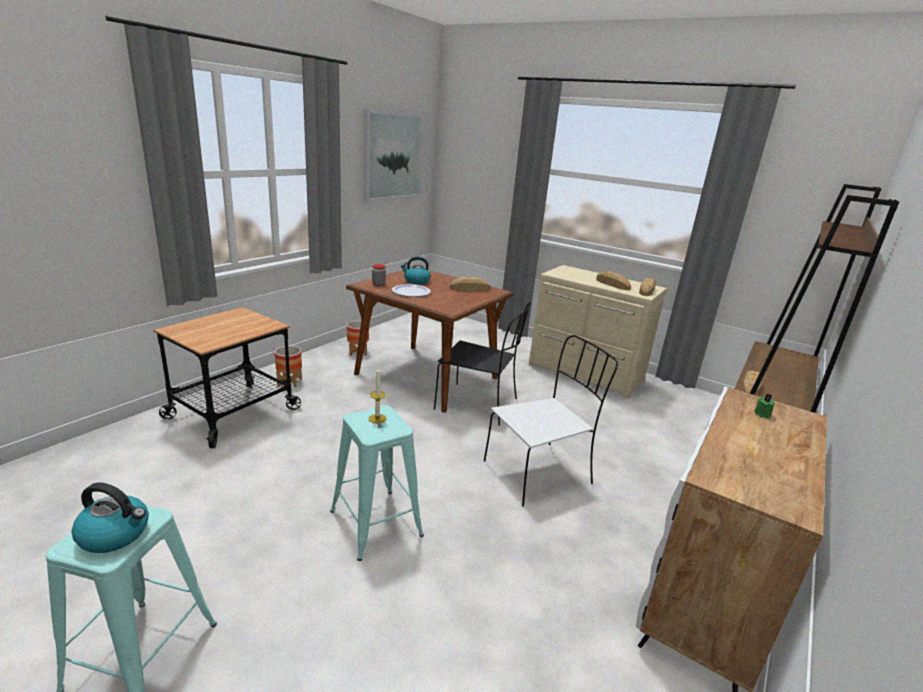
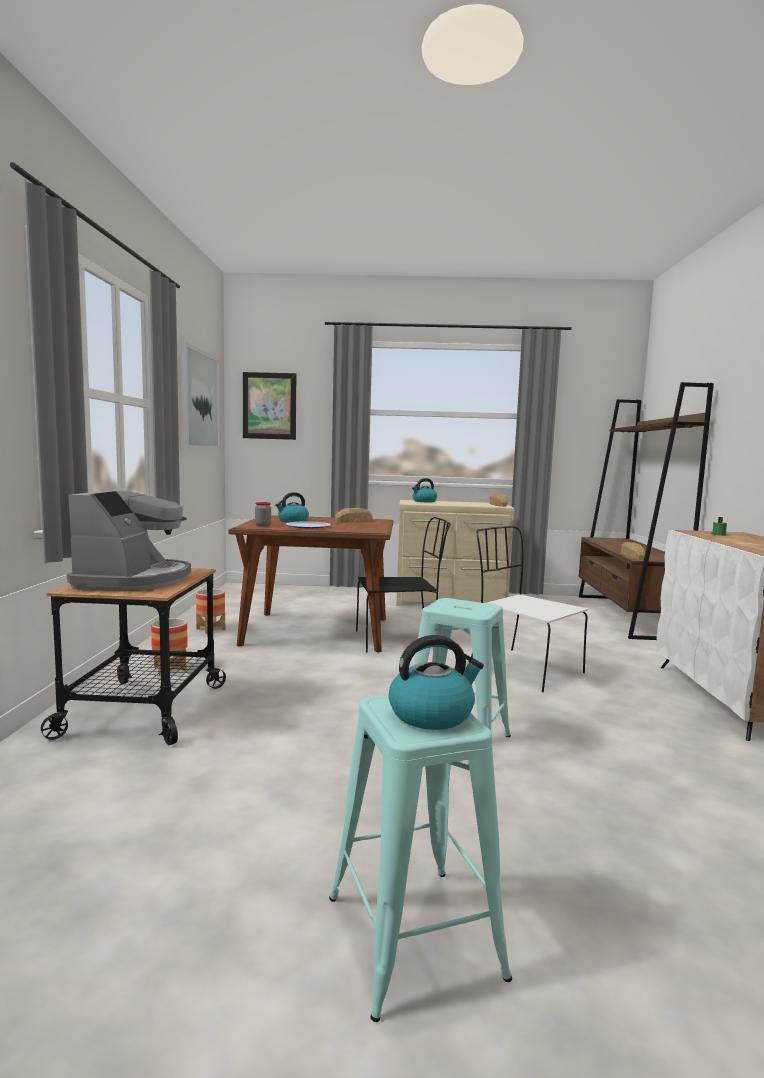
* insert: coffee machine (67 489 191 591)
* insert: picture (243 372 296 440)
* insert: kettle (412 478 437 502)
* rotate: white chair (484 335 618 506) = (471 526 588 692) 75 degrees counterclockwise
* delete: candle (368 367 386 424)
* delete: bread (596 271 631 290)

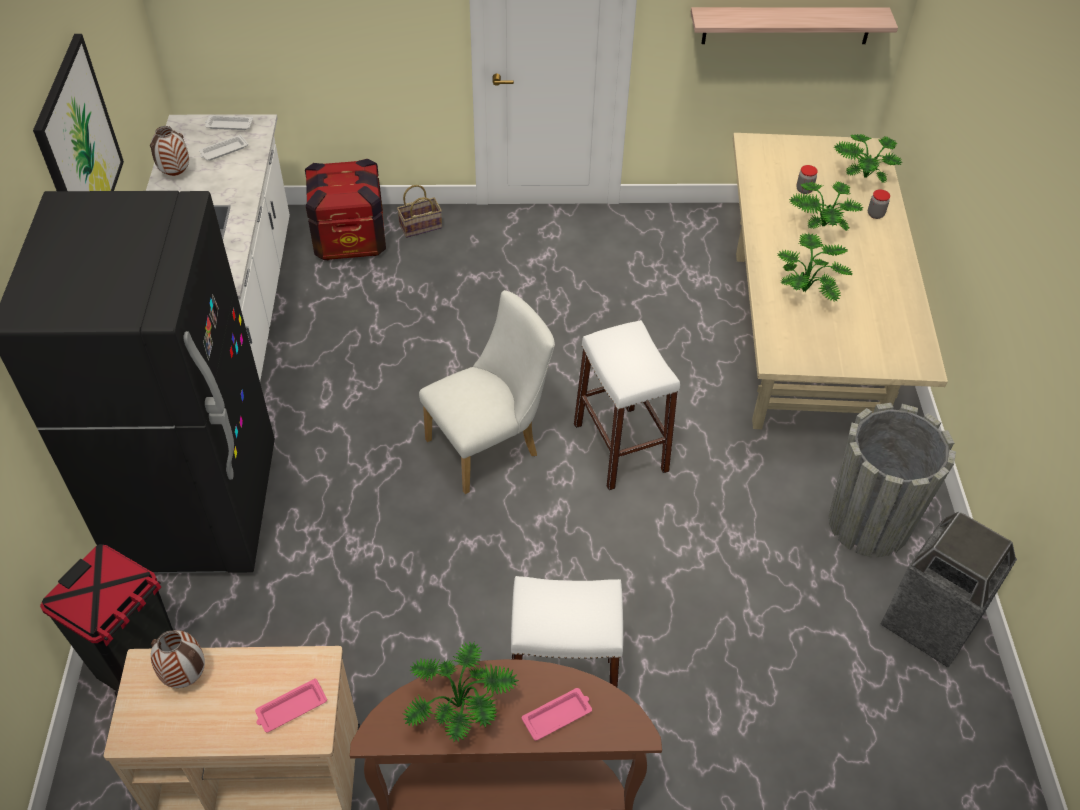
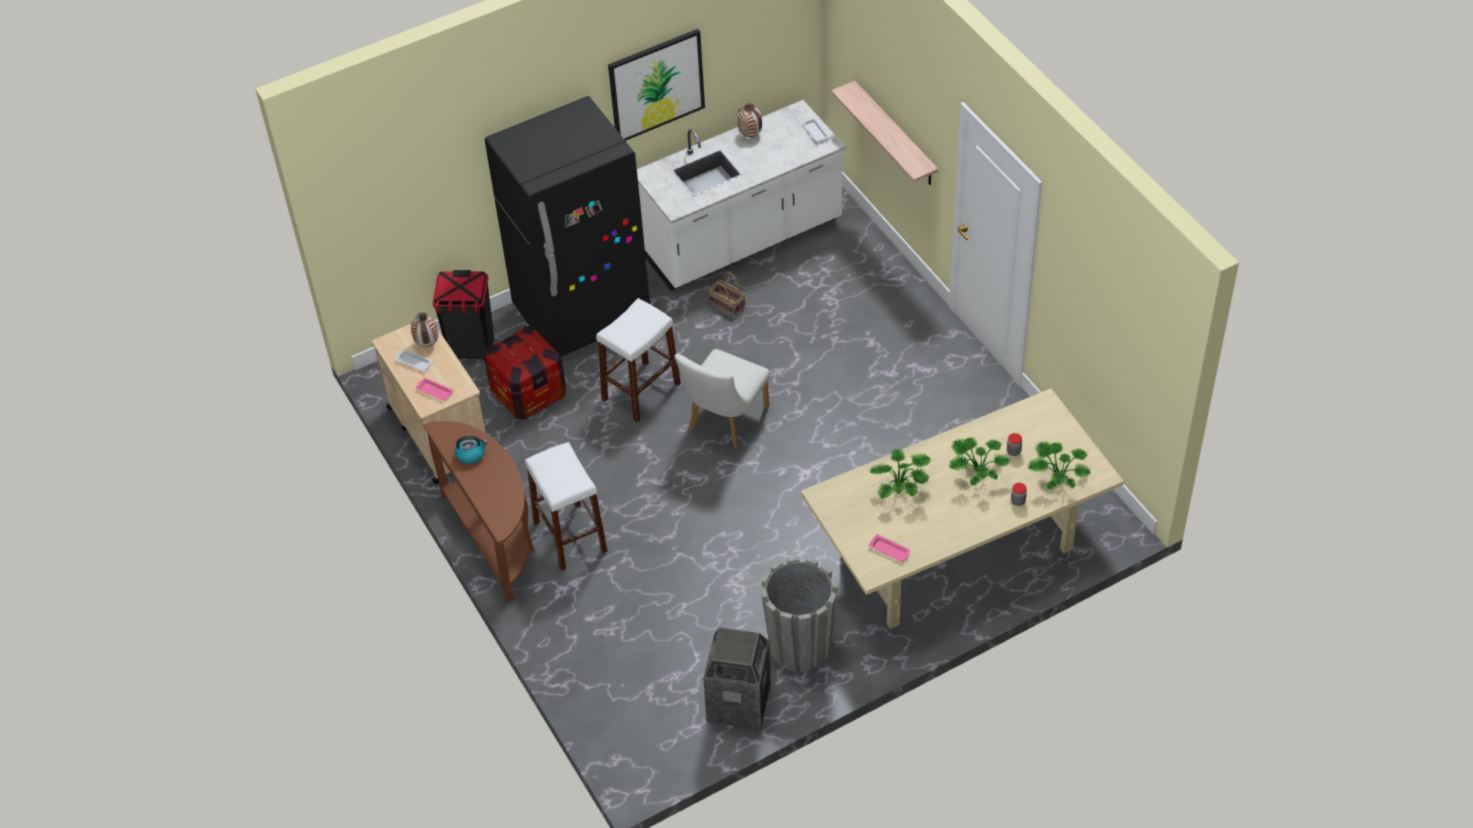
* move: white tray (199 134 248 161) to (395 349 433 371)
* replace: potted plant (404 641 519 742) to kettle (455 435 488 464)
* move: crate (305 159 386 260) to (484 326 566 420)
* move: white stool (574 320 680 490) to (596 298 681 422)
* rotate: white chair (419 290 555 494) = (675 349 770 448) 90 degrees clockwise
* move: basket (397 185 442 238) to (708 272 745 317)
* move: shelf (691 7 898 44) to (831 81 938 185)
* move: pink tray (522 688 592 741) to (869 534 910 562)

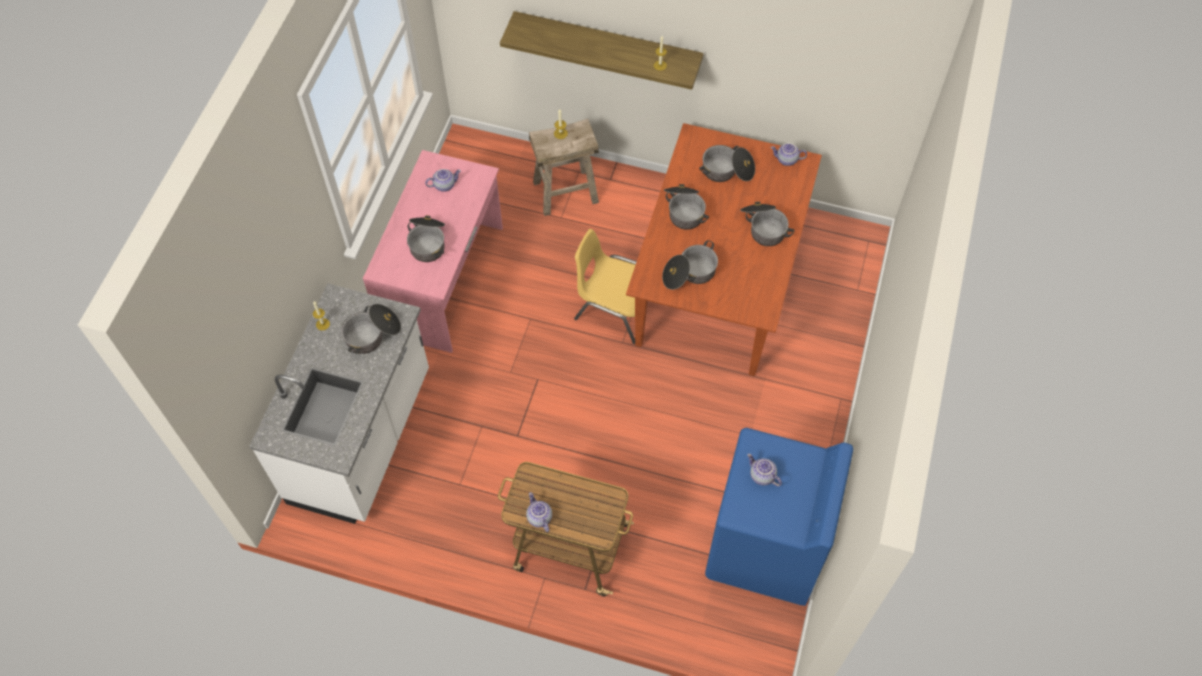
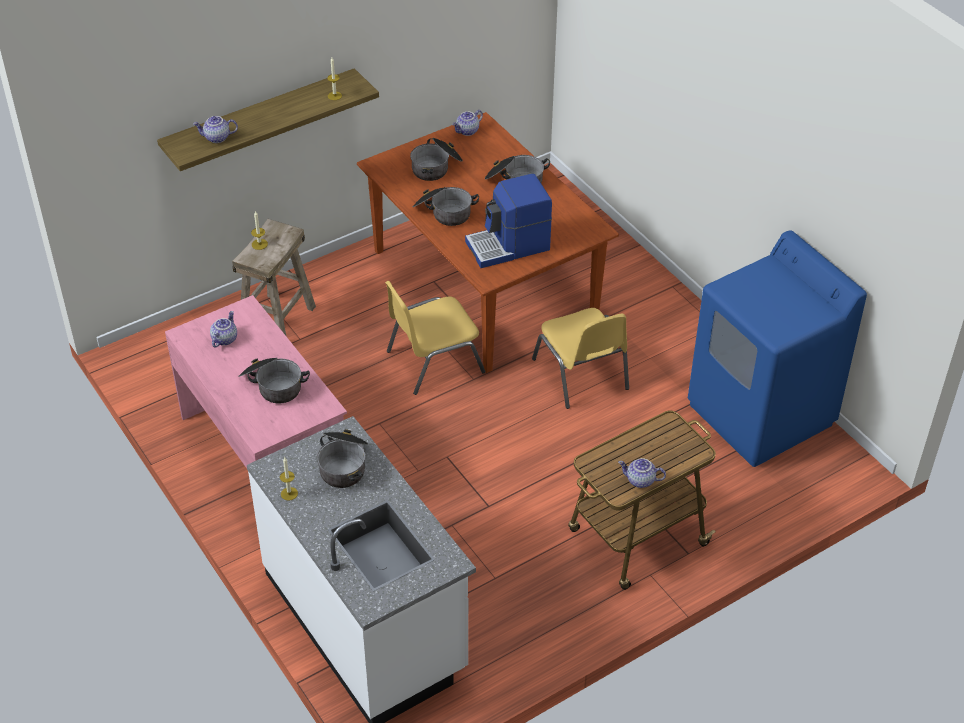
* move: teapot (747 453 782 486) to (193 116 238 143)
* replace: cooking pot (662 240 718 290) to coffee machine (465 174 552 268)
* insert: yellow chair (532 308 629 409)

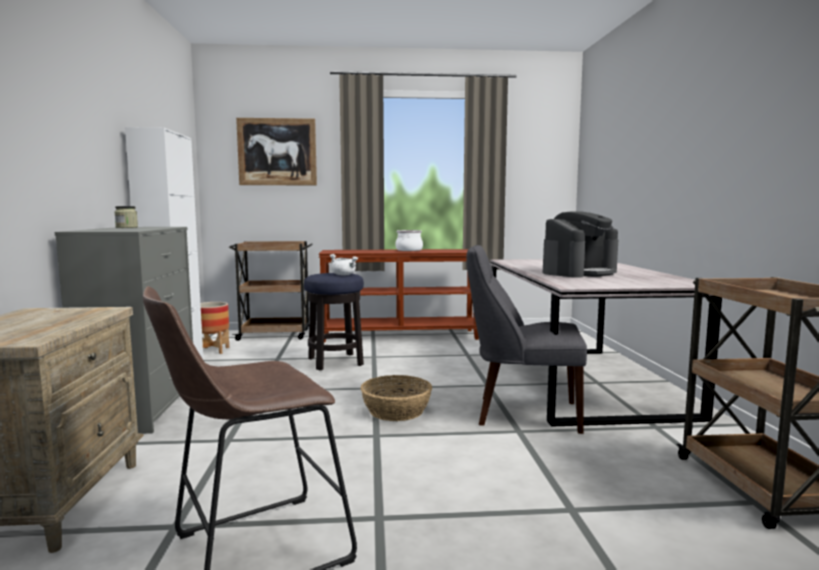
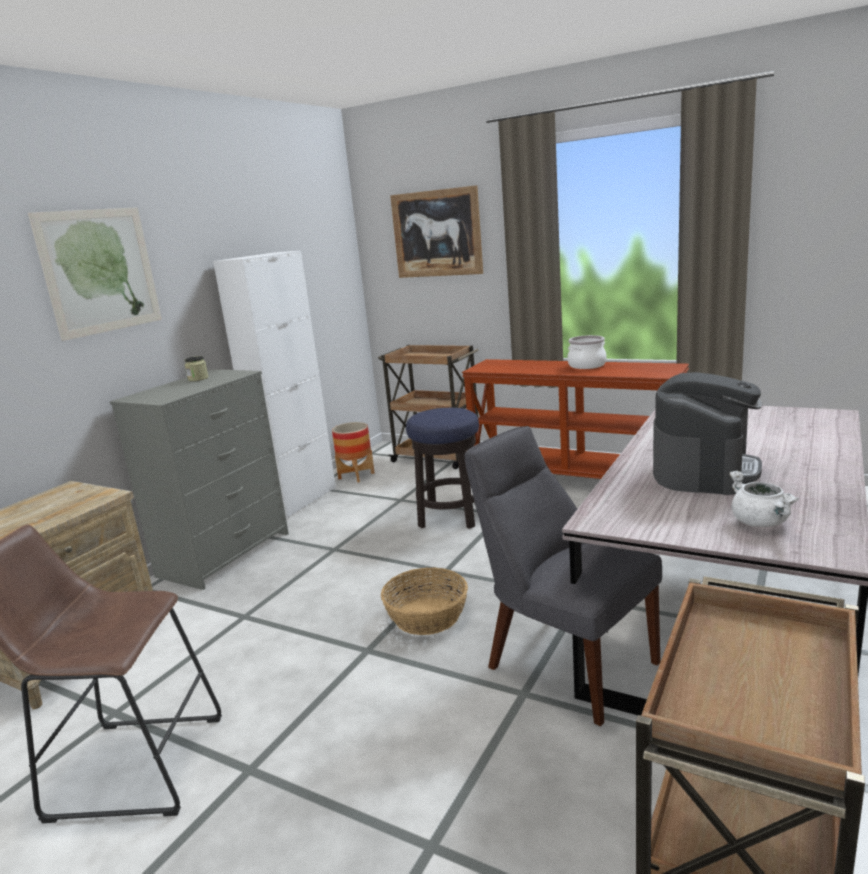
* insert: picture (28 207 162 341)
* rotate: coffee machine (543 212 618 278) = (653 372 762 495) 60 degrees counterclockwise
* move: white cooking pot (329 254 358 275) to (729 471 799 527)

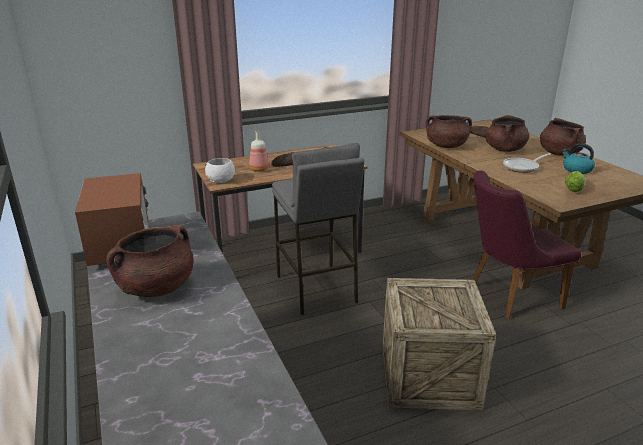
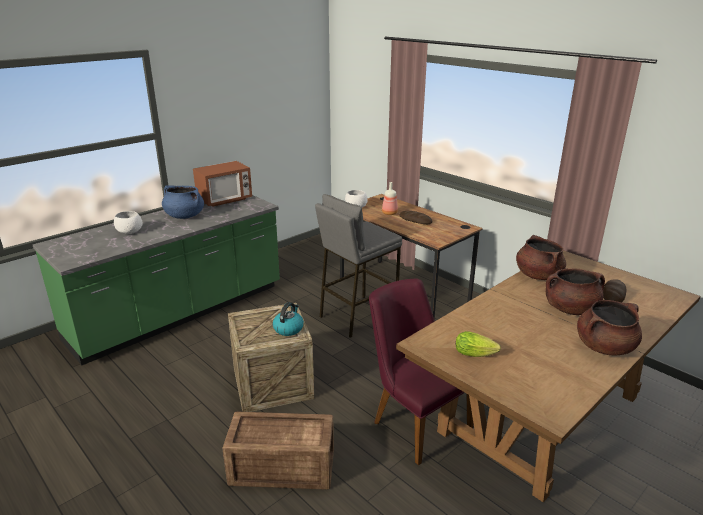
* insert: white bowl (114 211 143 234)
* recolor: brown cooking pot (106 225 194 297) to blue cooking pot (162 185 204 219)
* insert: crate (222 412 334 490)
* move: kettle (562 143 595 174) to (273 302 304 336)
* delete: frying pan (503 153 551 173)

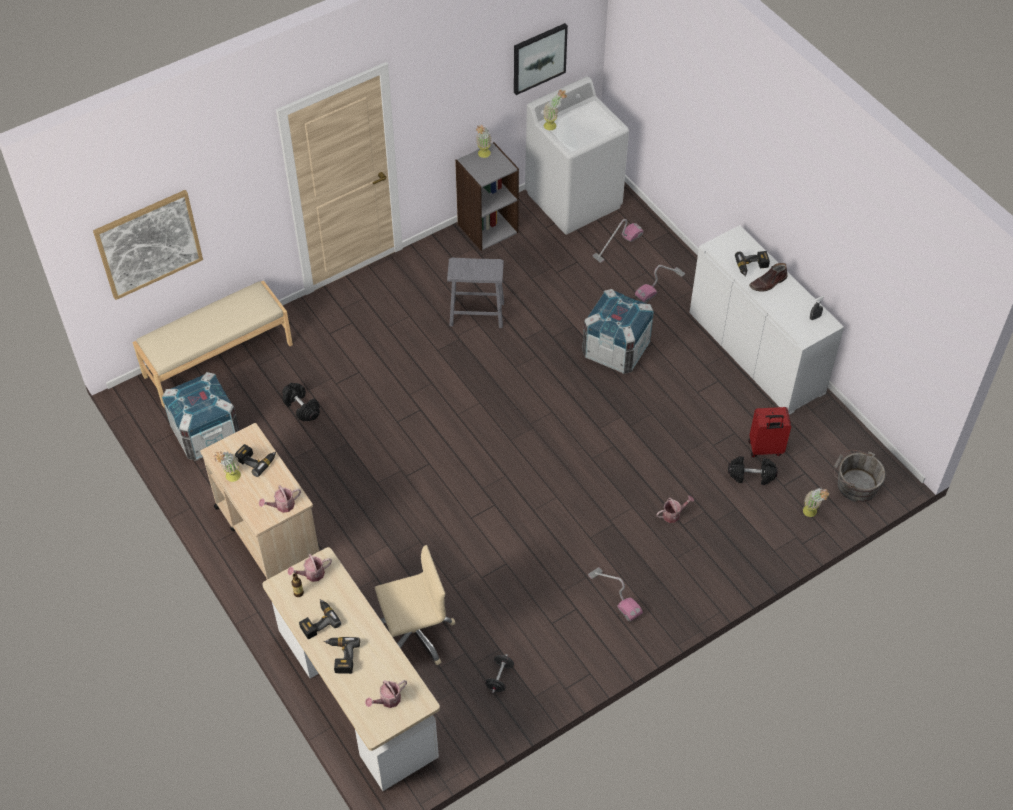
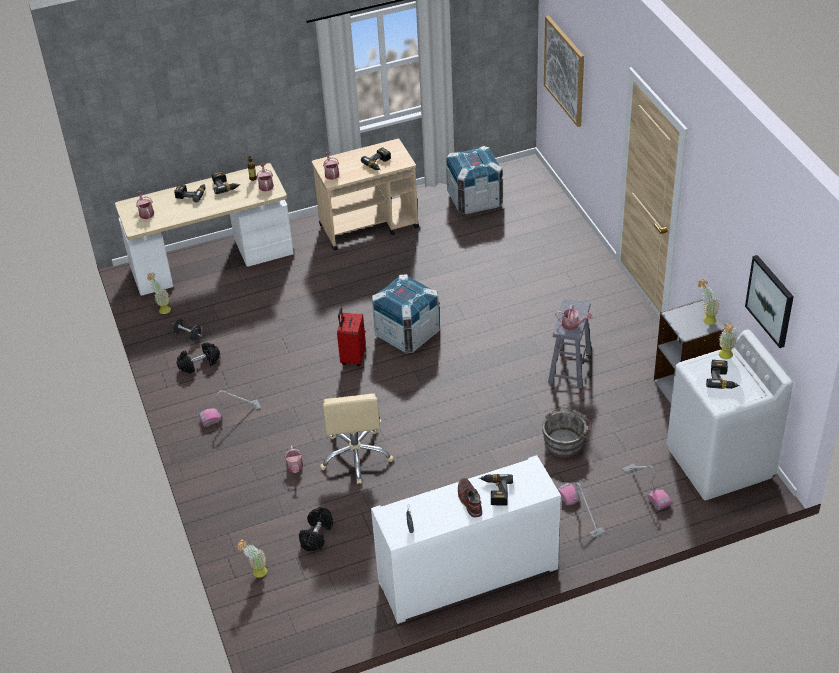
* move: potted plant (213 451 241 482) to (147 273 171 314)
* move: black dumbbell (282 383 320 421) to (177 342 220 374)
* move: beige office chair (375 545 455 665) to (320 393 394 484)
* move: red suitcase (748 407 791 457) to (337 308 366 366)
* move: crate (582 289 654 374) to (372 274 440 353)
* move: grey bucket (834 450 886 502) to (542 408 591 457)
* insert: watering can (555 305 592 330)
* insert: power drill (706 360 740 389)
* delete: beige bench (132 280 293 408)

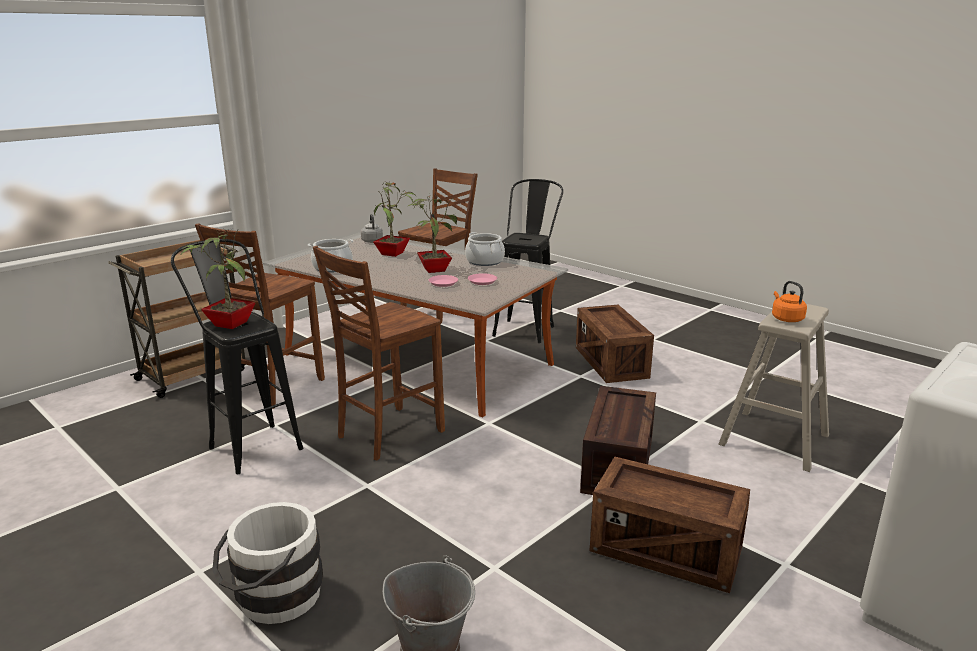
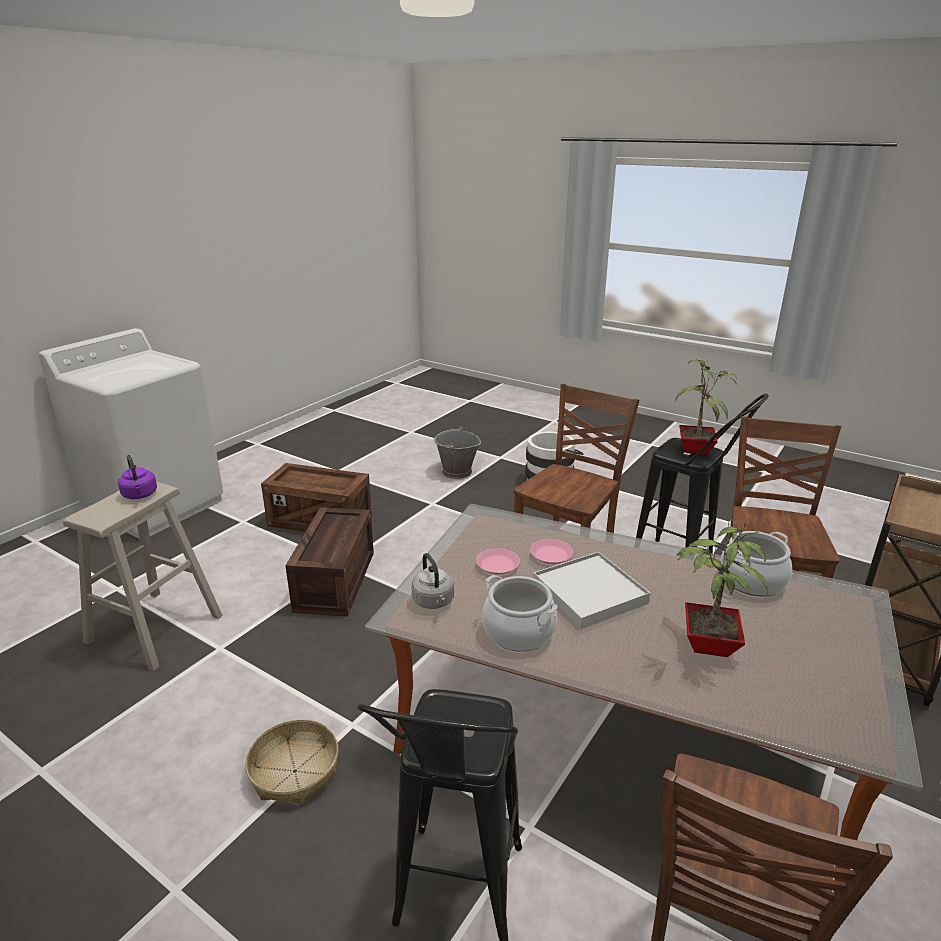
* recolor: orange kettle (772 281 807 322) to purple kettle (118 455 157 499)
* replace: crate (576 305 654 383) to basket (245 719 339 804)
* move: grey kettle (361 214 383 243) to (411 553 454 609)
* replace: potted plant (406 193 457 273) to white tray (533 552 650 629)

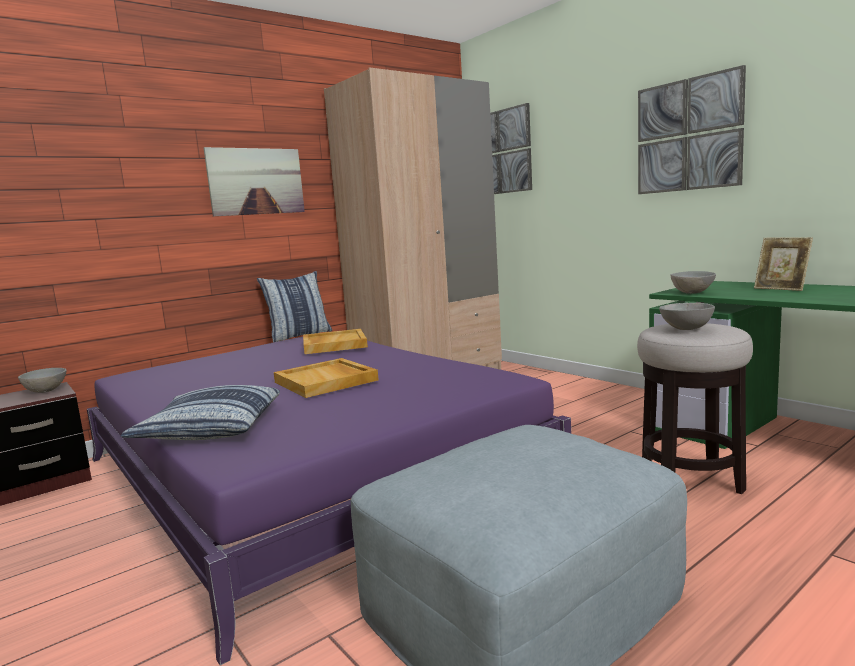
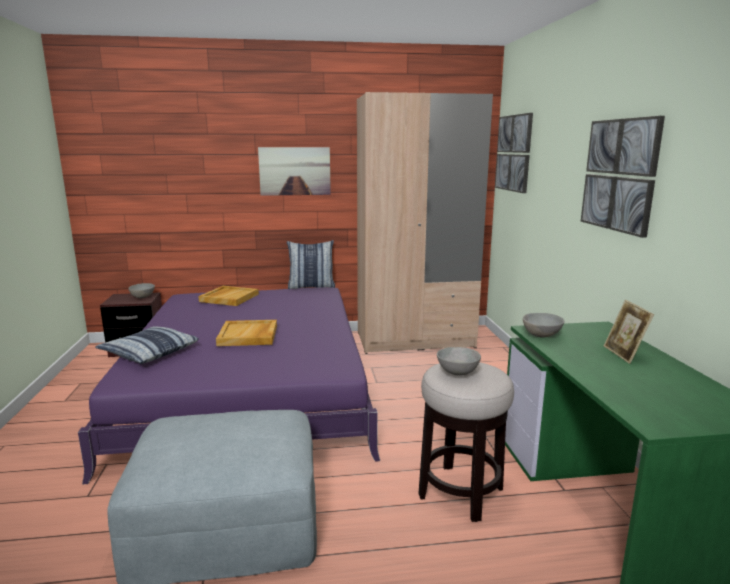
* move: beige tray (303 329 368 354) to (198 286 259 306)

